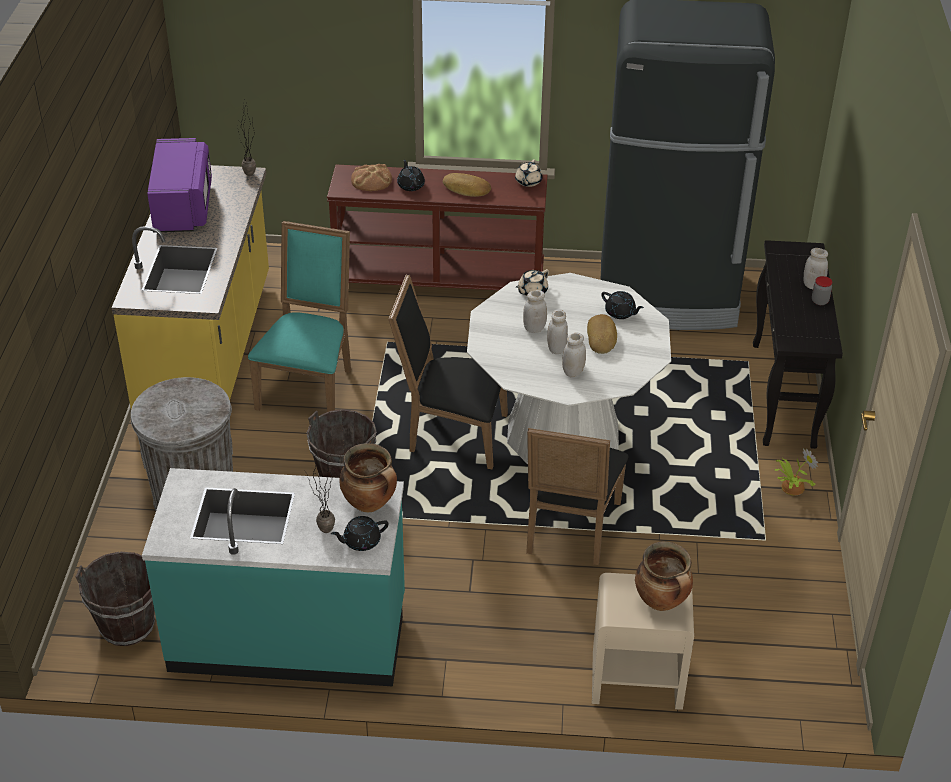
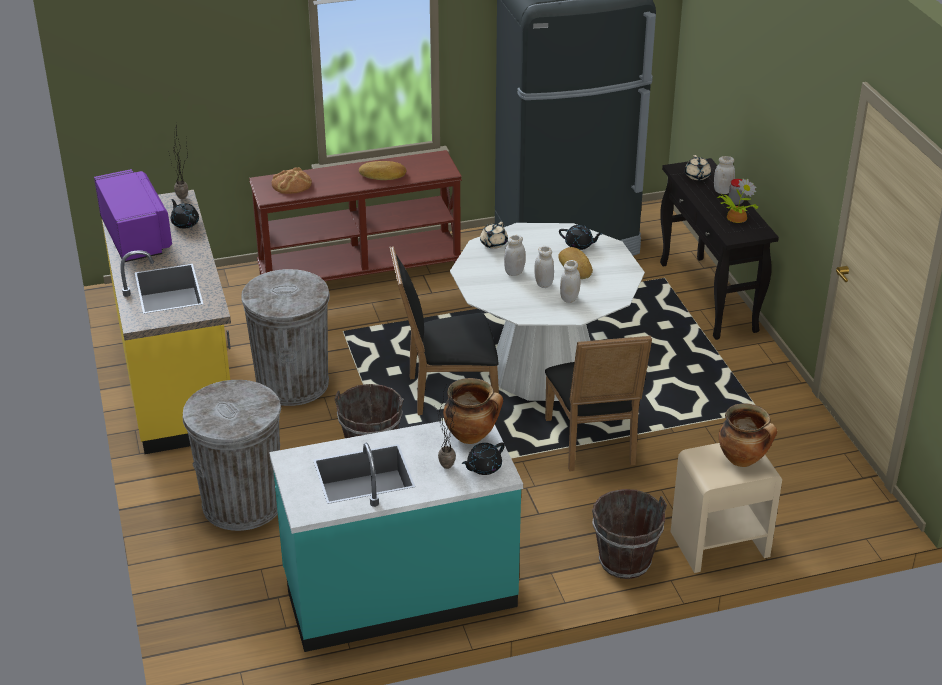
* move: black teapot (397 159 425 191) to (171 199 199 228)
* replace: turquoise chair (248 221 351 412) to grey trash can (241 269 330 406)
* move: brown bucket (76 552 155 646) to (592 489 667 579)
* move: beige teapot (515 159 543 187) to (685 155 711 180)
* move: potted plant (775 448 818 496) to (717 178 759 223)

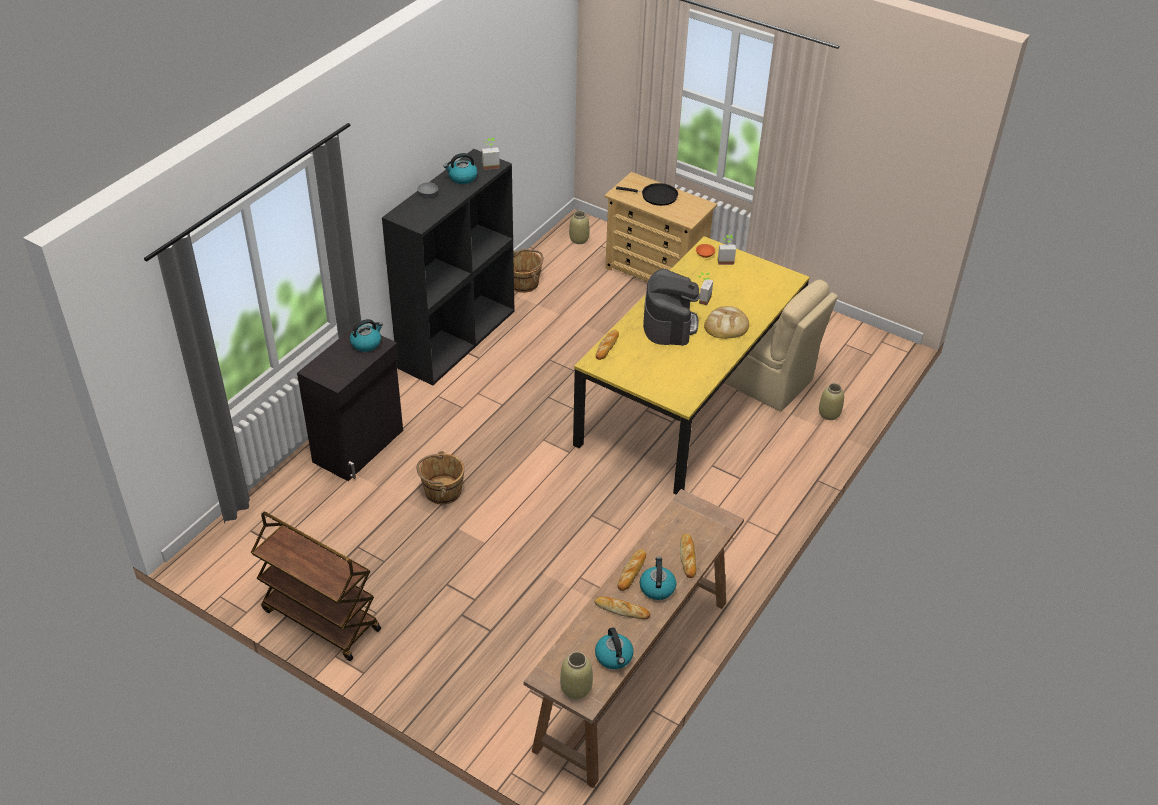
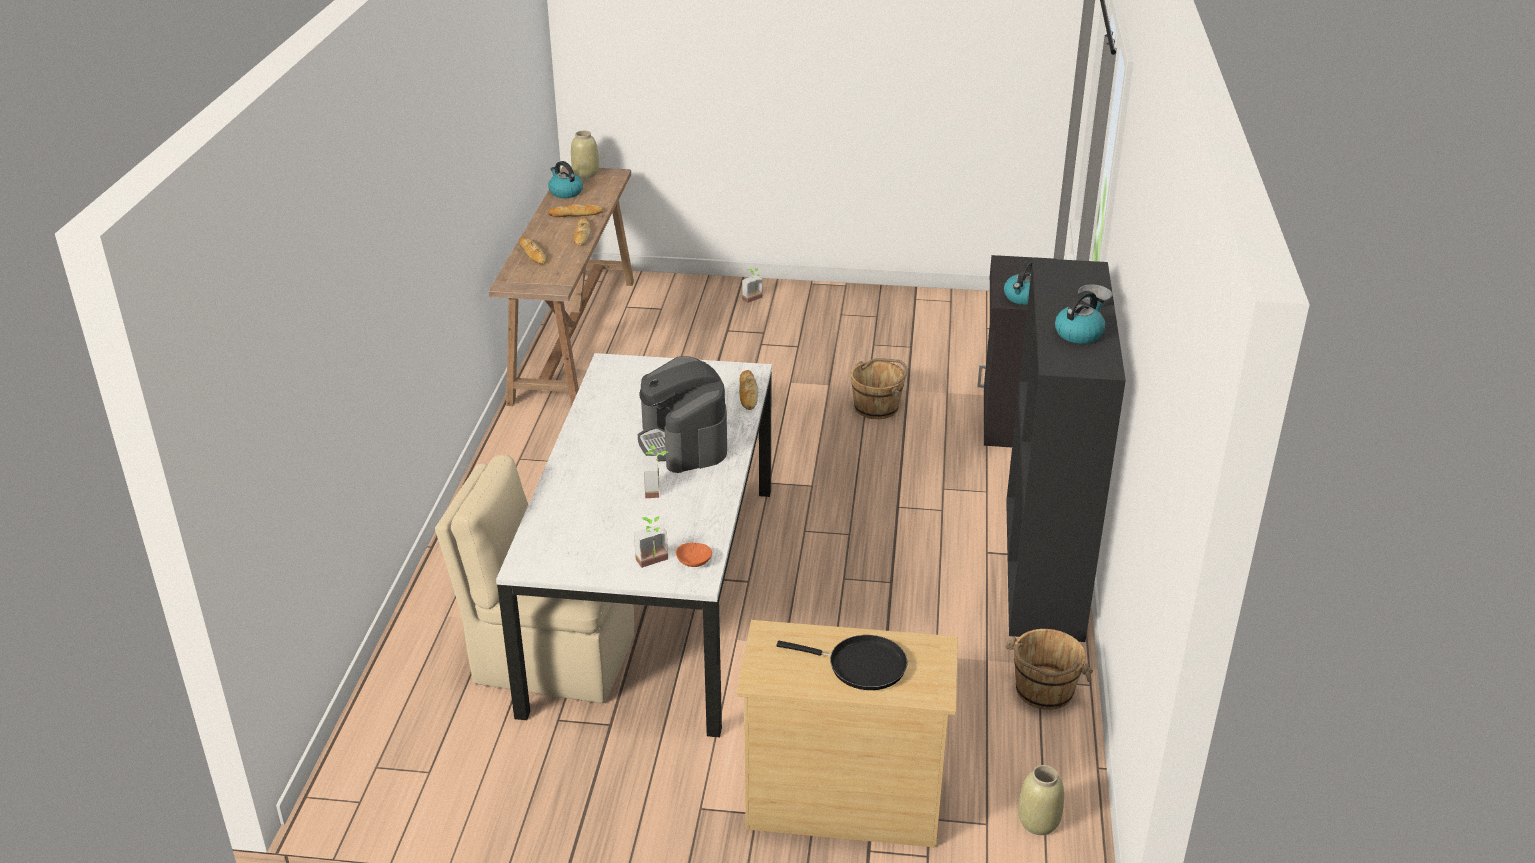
* recolor: yellow dining table (573 236 810 495) to white dining table (496 353 772 738)
* move: potted plant (482 138 500 170) to (742 268 762 303)
* rotate: black frying pan (616 183 678 206) = (776 635 908 690) 150 degrees counterclockwise
* delete: brown cart (251 512 381 661)
* delete: kettle (640 557 676 600)
* delete: bread (704 306 749 339)
* delete: beige vase (819 383 844 420)

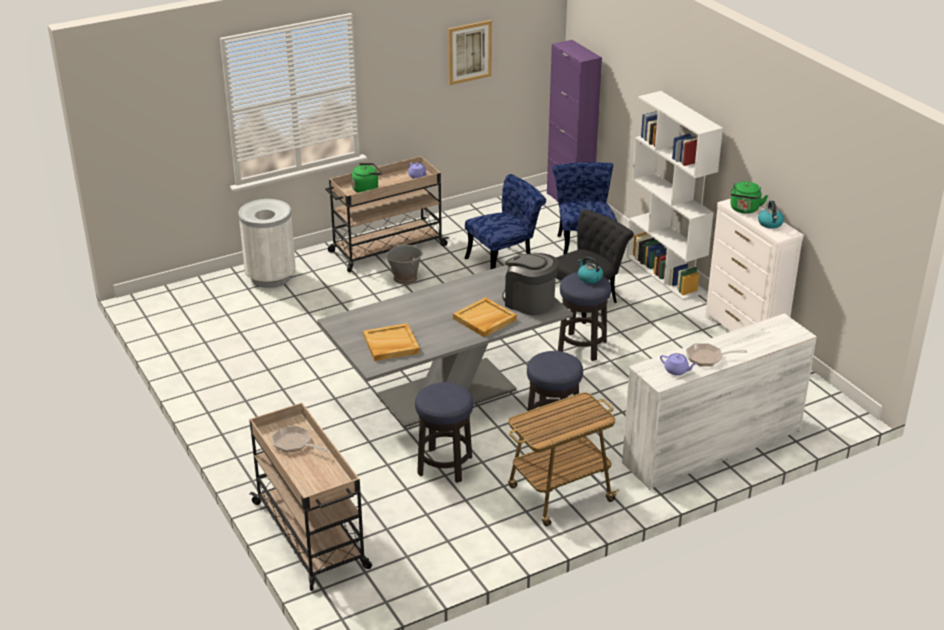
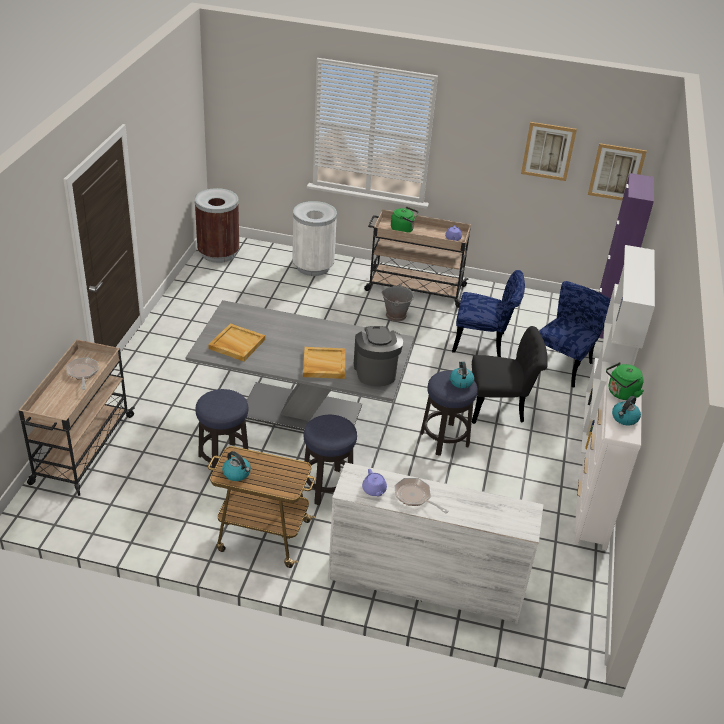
* insert: brown trash can (195 188 239 263)
* insert: kettle (222 451 251 481)
* insert: picture (588 143 647 200)

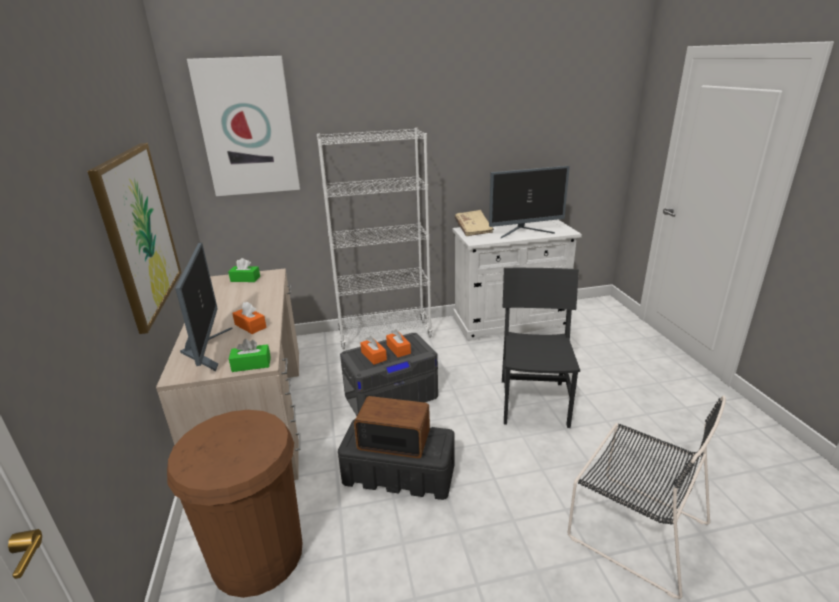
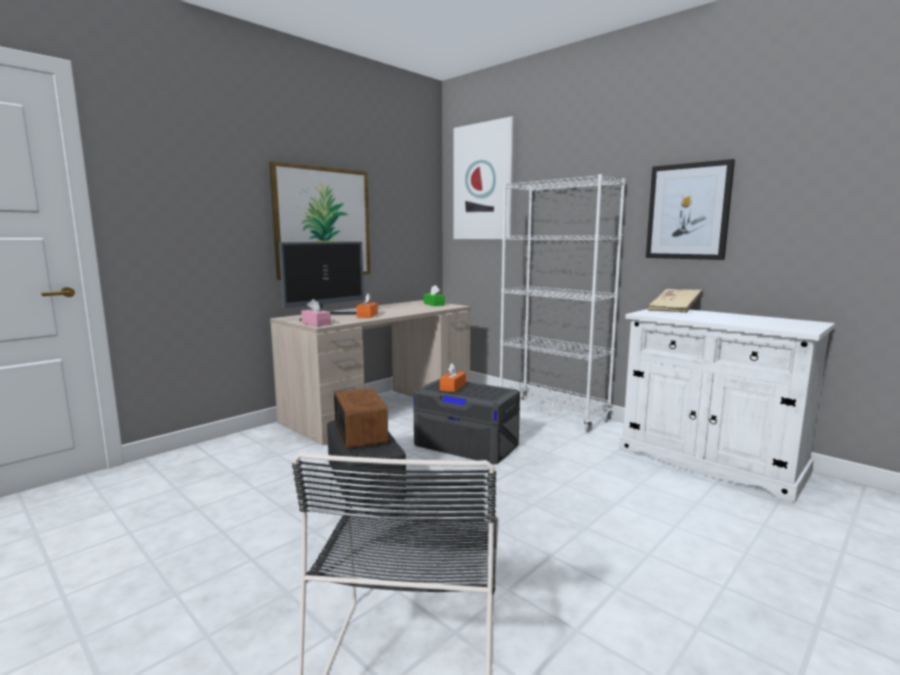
* recolor: green tissue box (229 339 271 372) to pink tissue box (301 299 331 327)
* insert: picture (646 159 735 260)
* delete: brown trash can (167 410 303 598)
* delete: orange tissue box (386 329 411 357)
* delete: monitor (489 166 570 238)
* delete: black chair (502 268 580 428)

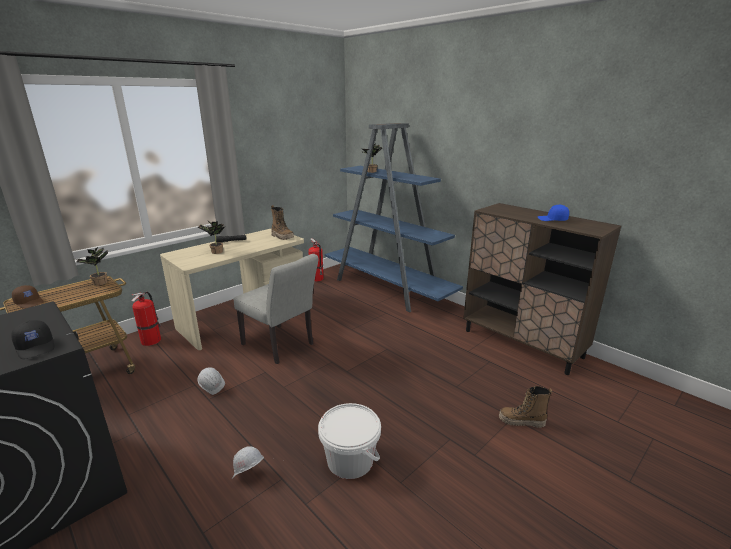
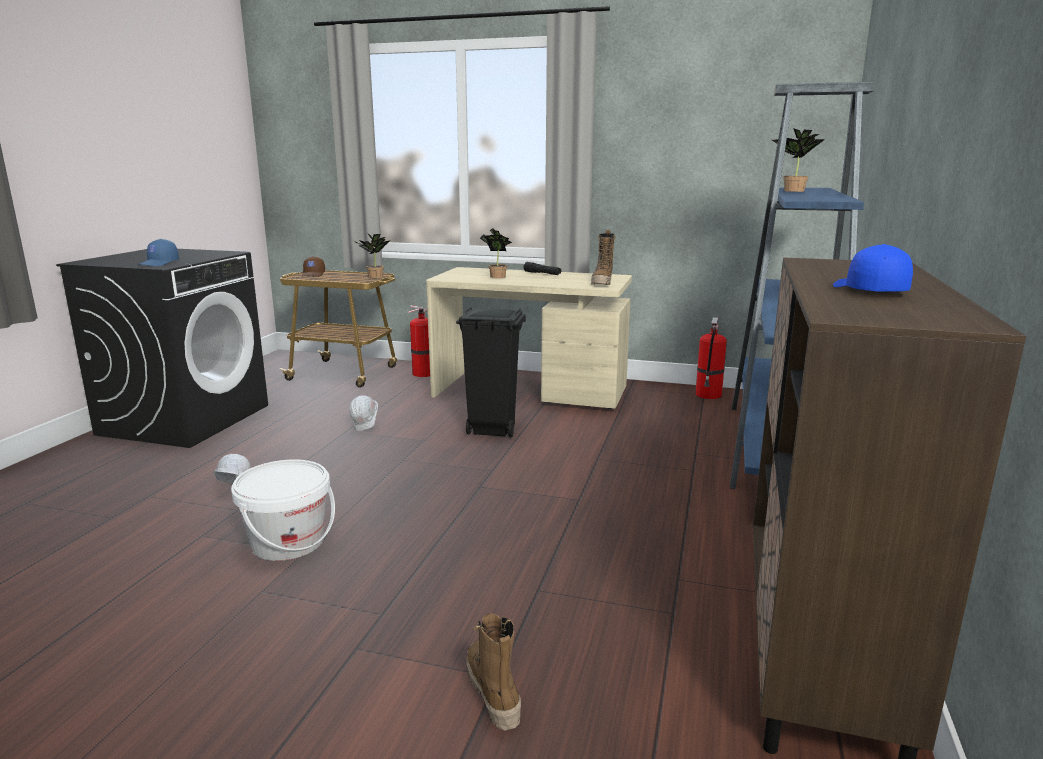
* recolor: black cap (11 320 54 359) to blue cap (138 239 179 266)
* replace: grey chair (234 254 319 364) to black trash can (456 307 526 437)

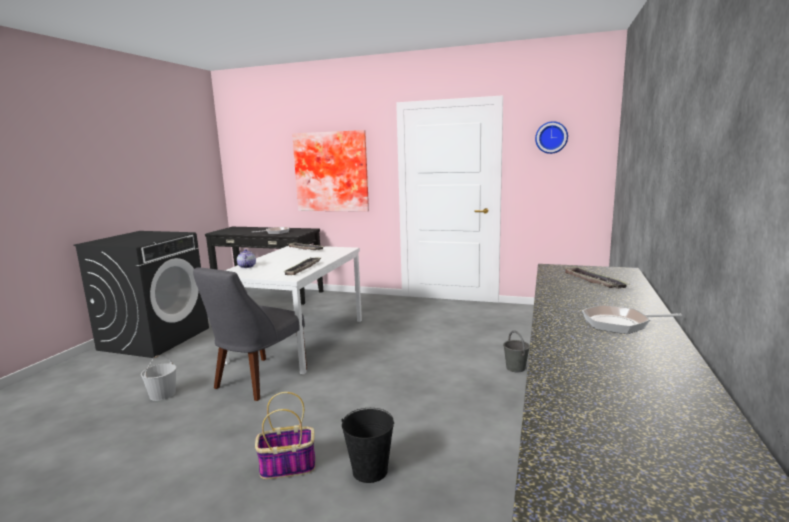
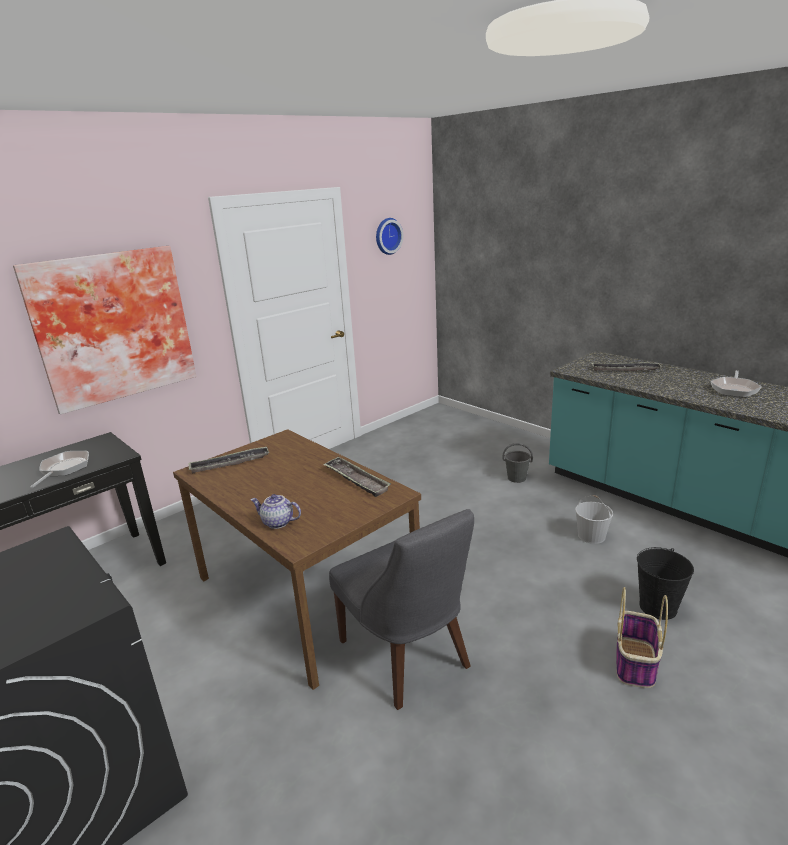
* recolor: white dining table (225 246 362 374) to brown dining table (173 429 421 690)
* move: white bucket (141 355 177 401) to (575 495 613 544)

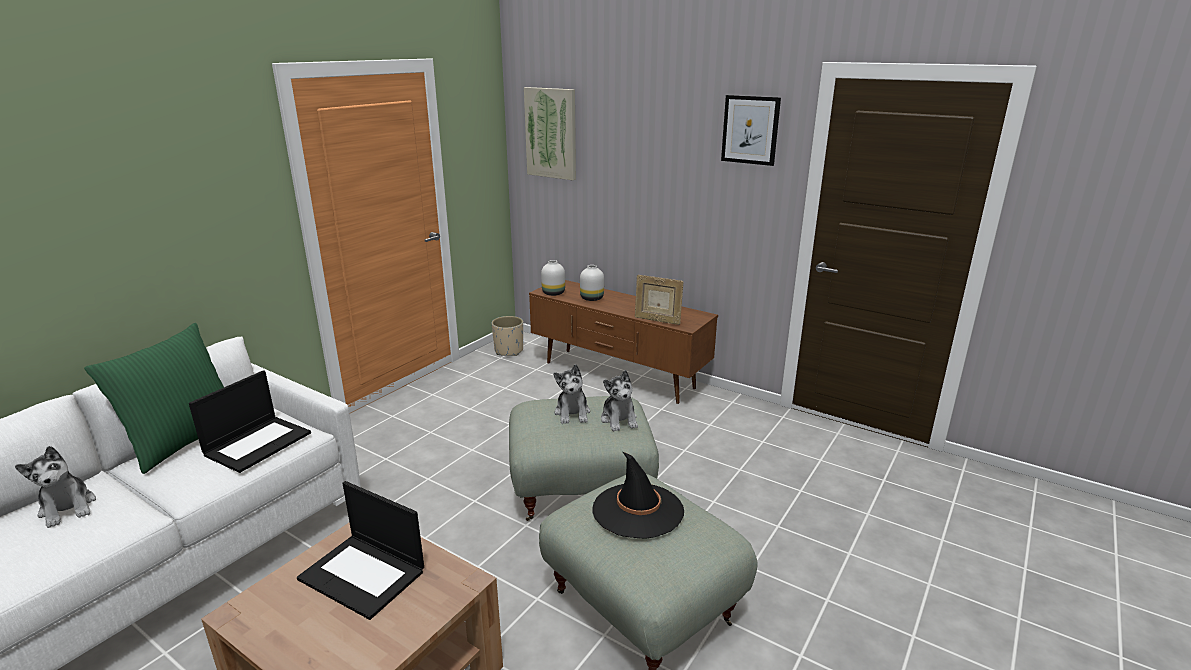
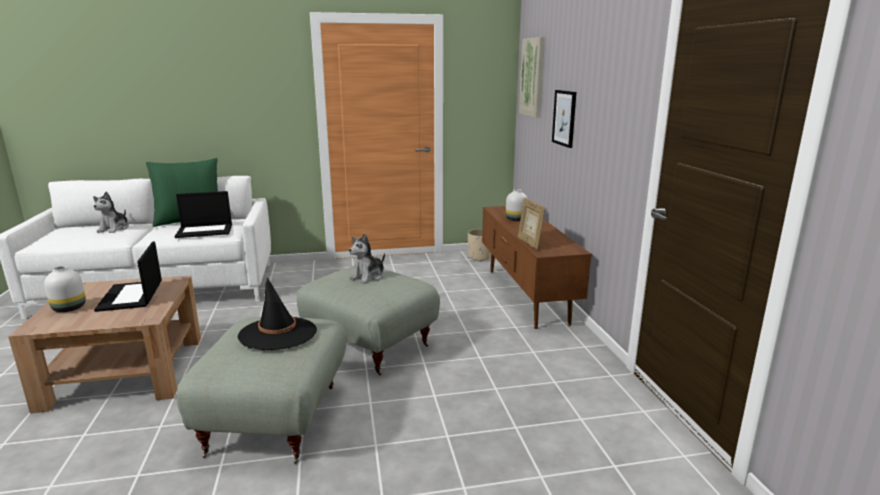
* move: white vase (541 260 565 296) to (44 266 86 312)
* move: picture (721 95 781 166) to (552 90 576 148)
* delete: plush toy (601 370 638 431)

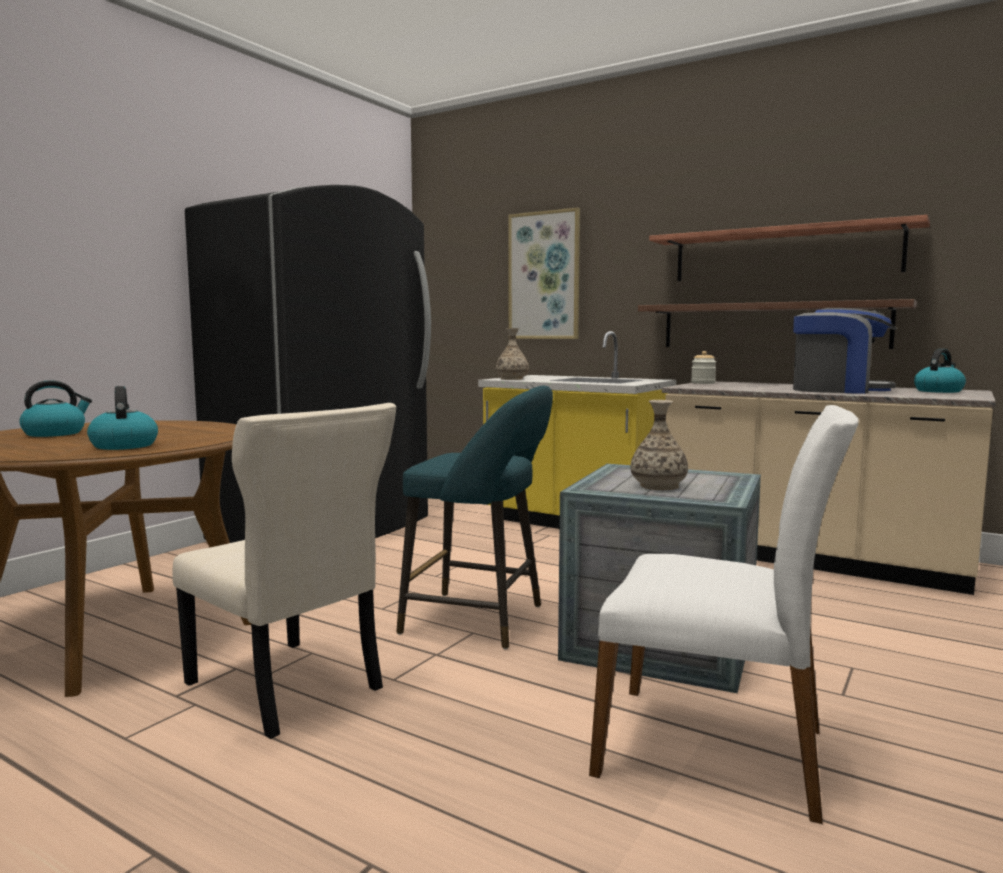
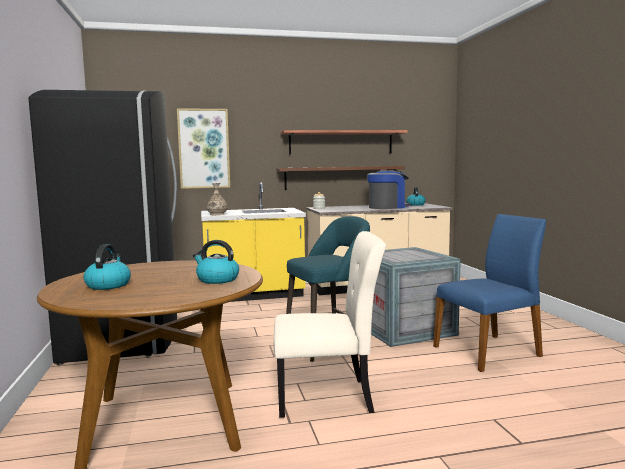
* recolor: white chair (589 405 858 824) to blue chair (433 214 546 372)
* delete: vase (630 400 688 490)

